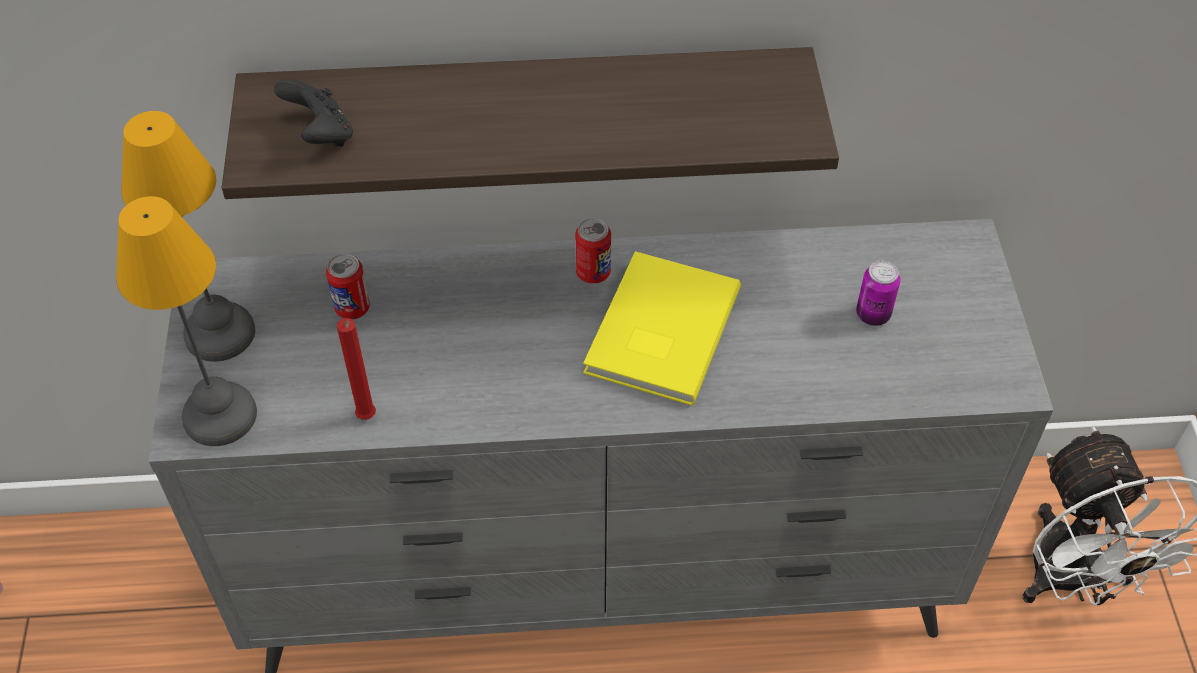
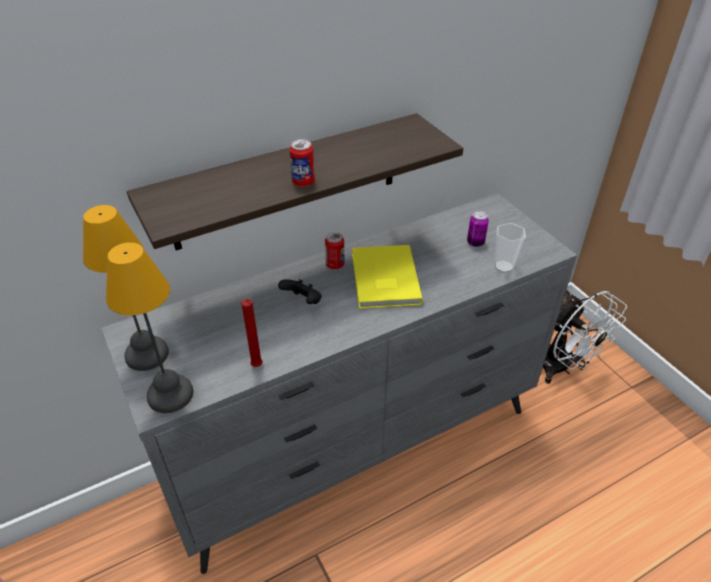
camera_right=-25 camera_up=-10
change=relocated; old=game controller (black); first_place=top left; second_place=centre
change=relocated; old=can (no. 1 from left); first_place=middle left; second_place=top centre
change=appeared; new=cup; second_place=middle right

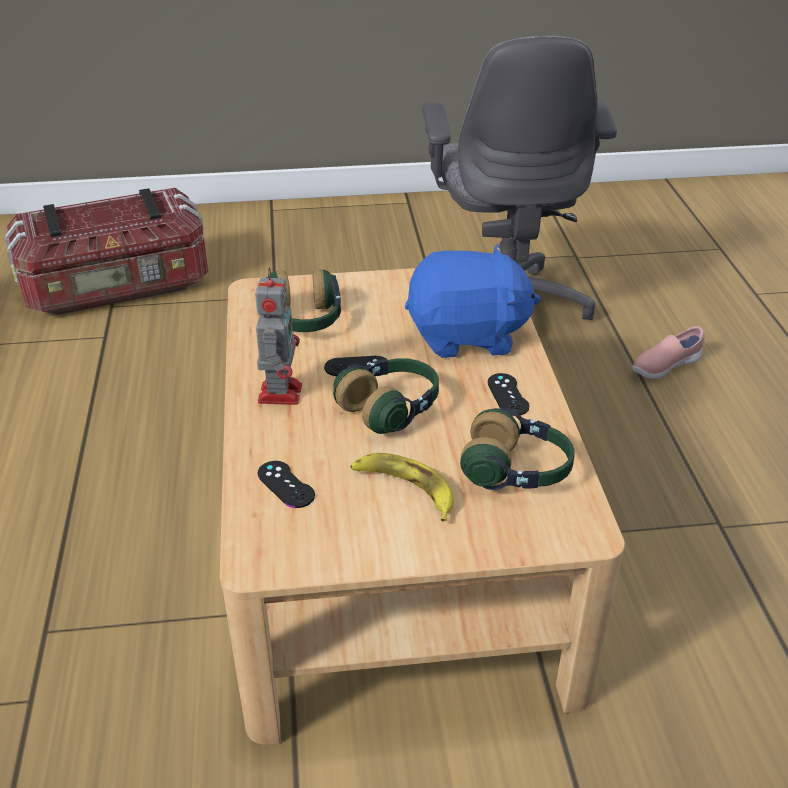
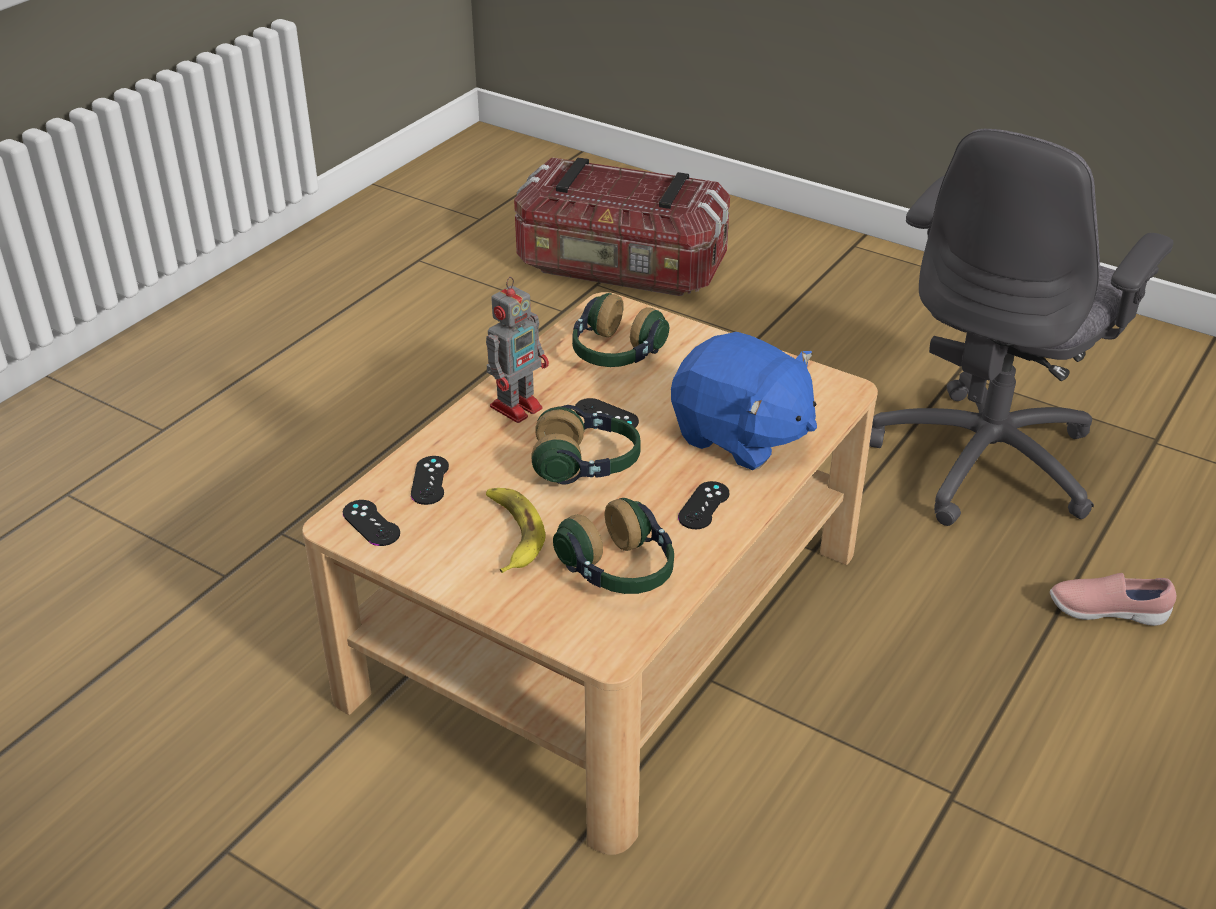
camera_right=40 camera_up=0
change=appeared; new=game controller (black) (no. 1 from left); second_place=middle left

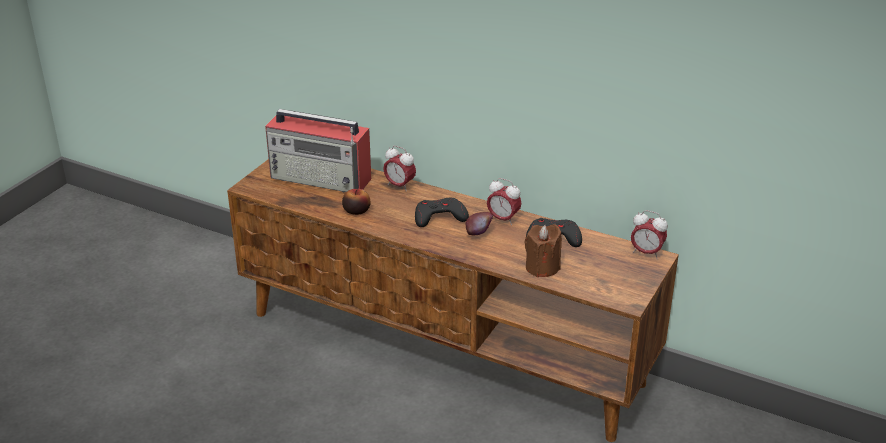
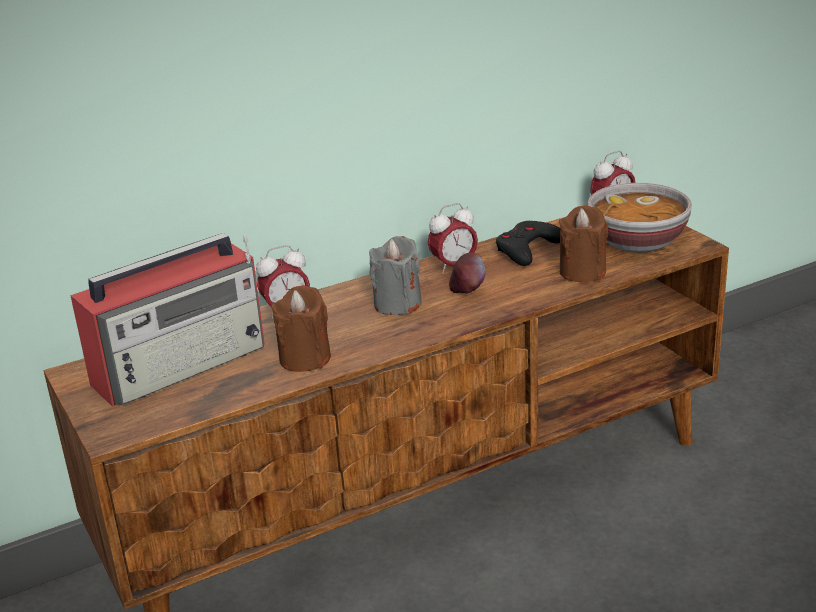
camera_right=-55 camera_up=-5
change=exchanged; old=apple (no. 1 from left); new=candle (brown) (no. 1 from left); first_place=centre; second_place=centre
change=exchanged; old=game controller (black) (no. 1 from left); new=candle (grey); first_place=centre; second_place=centre
change=appeared; new=bowl; second_place=middle right

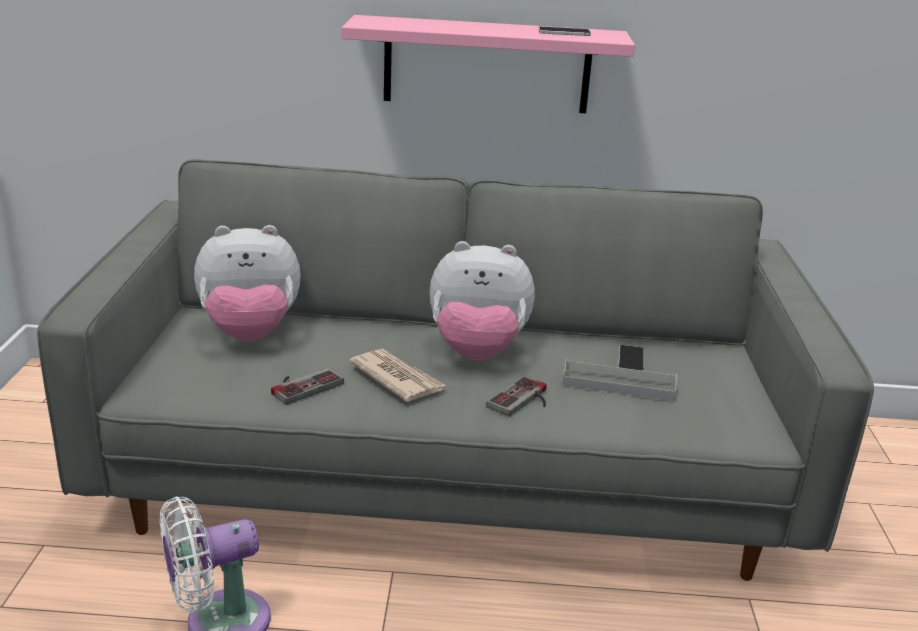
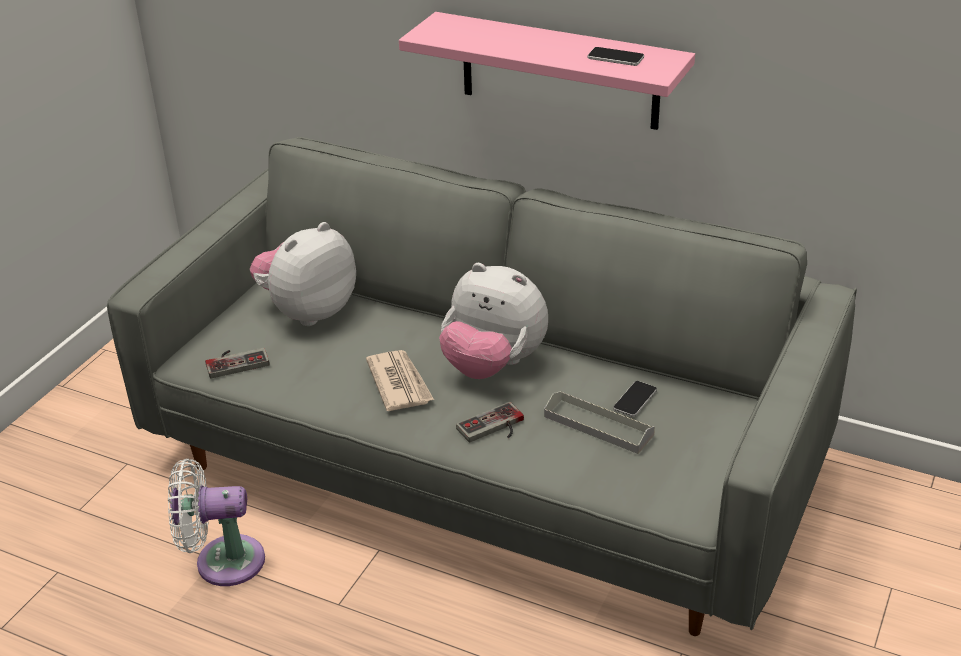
camera_right=25 camera_up=10
change=spun; old=plush toy (no. 1 from left); first_place=middle left; second_place=middle left; degrees=120
change=relocated; old=game controller (no. 1 from left); first_place=centre; second_place=middle left

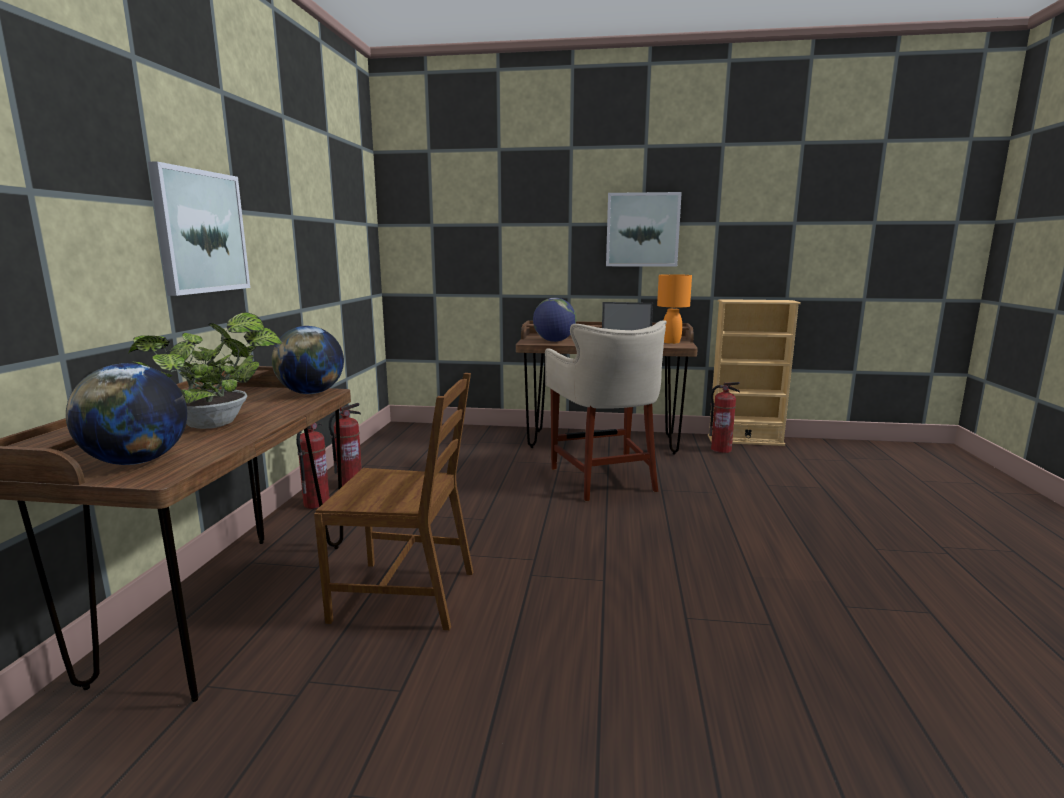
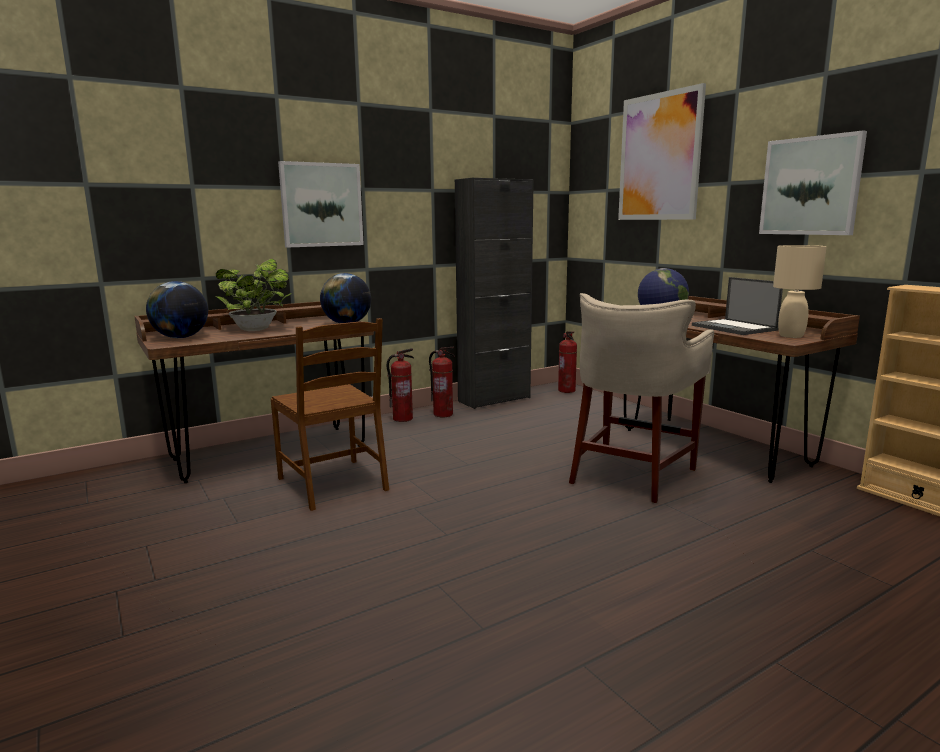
camera_right=50 camera_up=0
change=colour; old=table lamp (orange); new=table lamp (beige); first_place=centre; second_place=middle right
change=relocated; old=fire extinguisher (no. 3 from left); first_place=middle right; second_place=centre
change=appeared; new=cabinet (black); second_place=centre
change=appeared; new=picture (no. 2 from left); second_place=top right

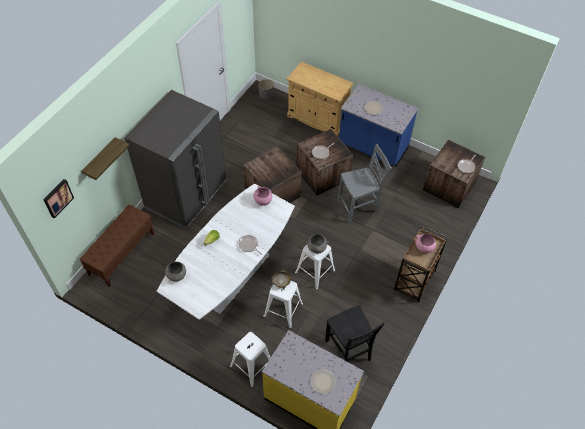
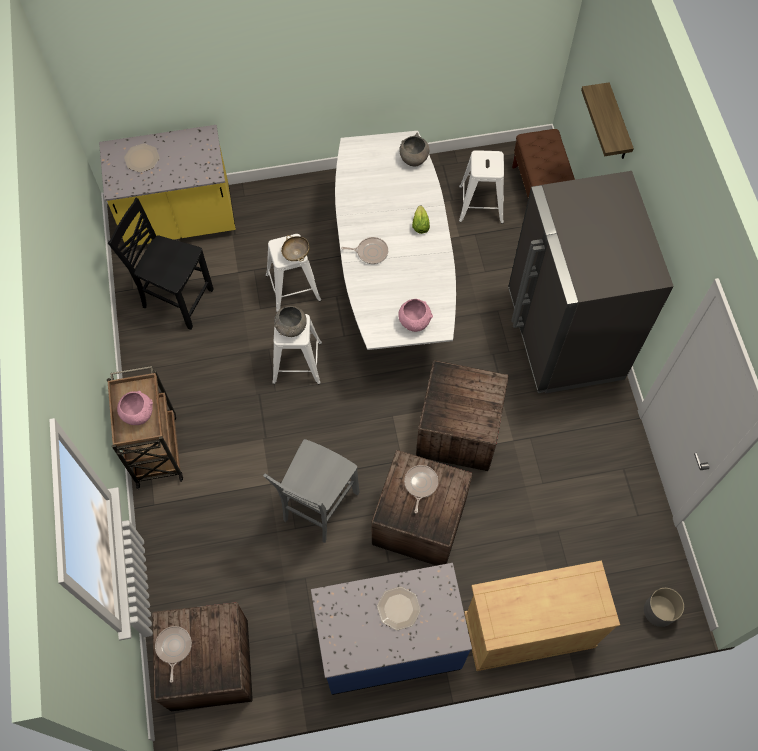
camera_right=140 camera_up=10
change=missing; old=picture; first_place=middle left
change=relocated; old=stool (white) (no. 1 from left in the first image); new=stool (white) (no. 3 from left); first_place=bottom centre; second_place=top centre

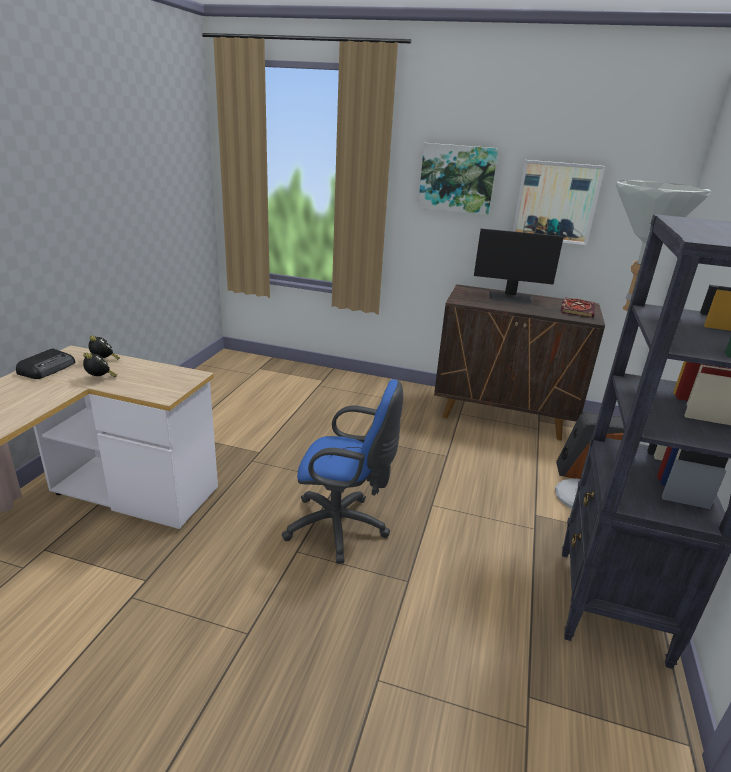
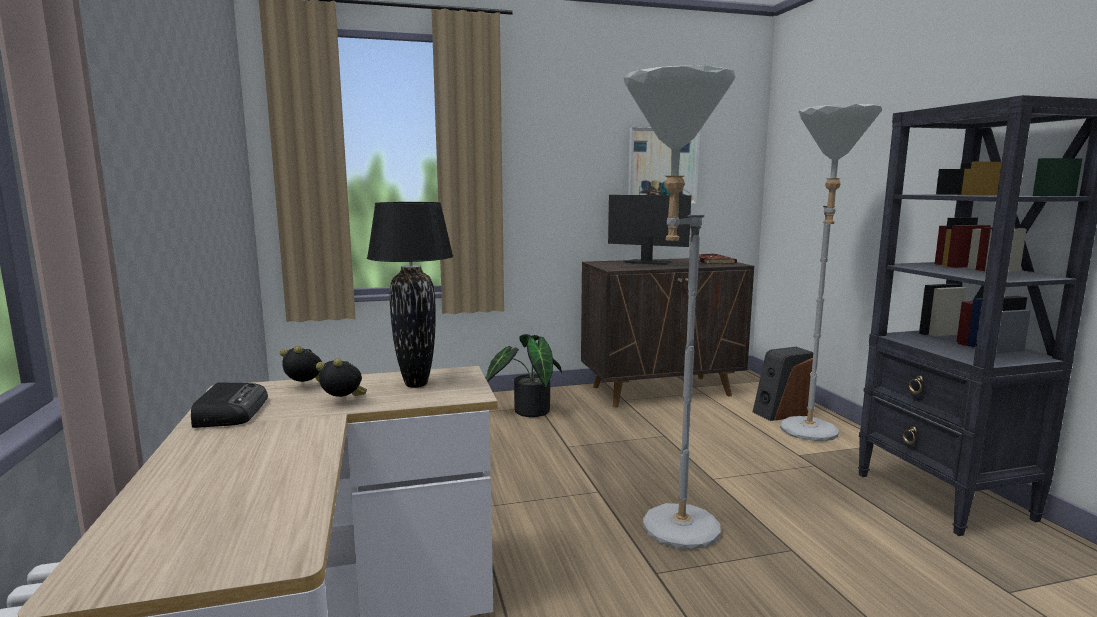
camera_right=-30 camera_up=-15
change=exchanged; old=office chair (blue); new=floor lamp (grey) (no. 1 from left); first_place=centre; second_place=centre
change=missing; old=picture (no. 1 from left); first_place=top centre
change=spun; old=monitor; first_place=middle right; second_place=centre; degrees=-135
change=appeared; new=table lamp (black); second_place=centre
change=appeared; new=potted plant; second_place=centre

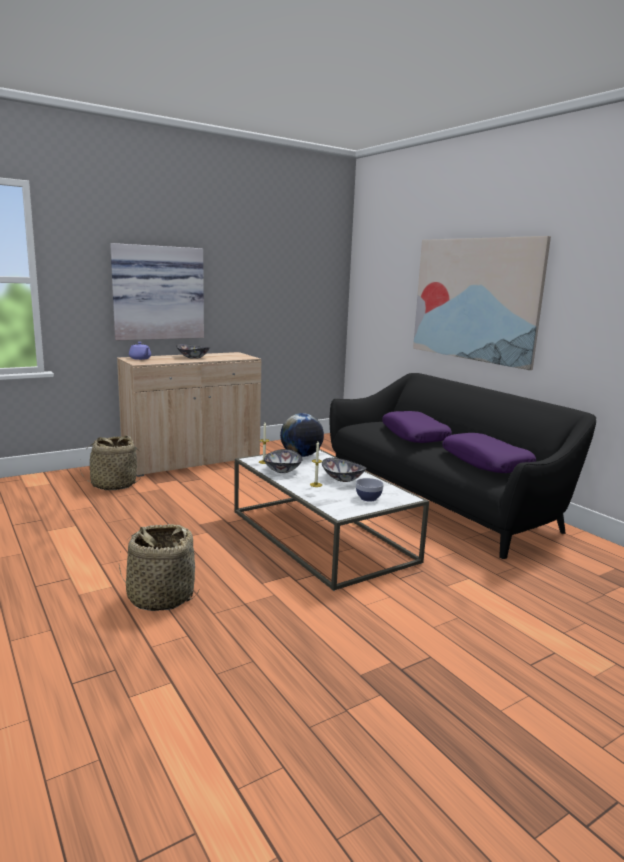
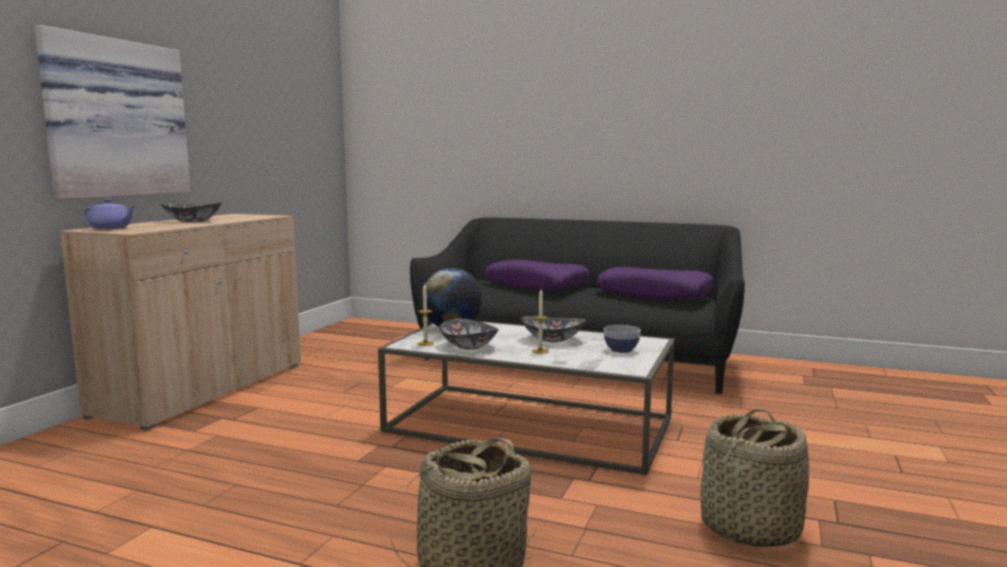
camera_right=-35 camera_up=-5
change=relocated; old=basket (no. 1 from left in the first image); new=basket (no. 2 from left); first_place=middle left; second_place=bottom right
change=missing; old=picture (no. 2 from left); first_place=middle right

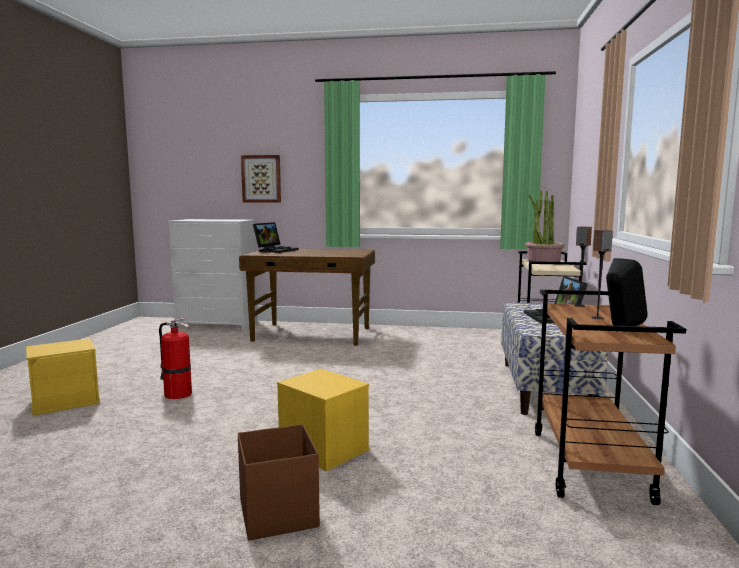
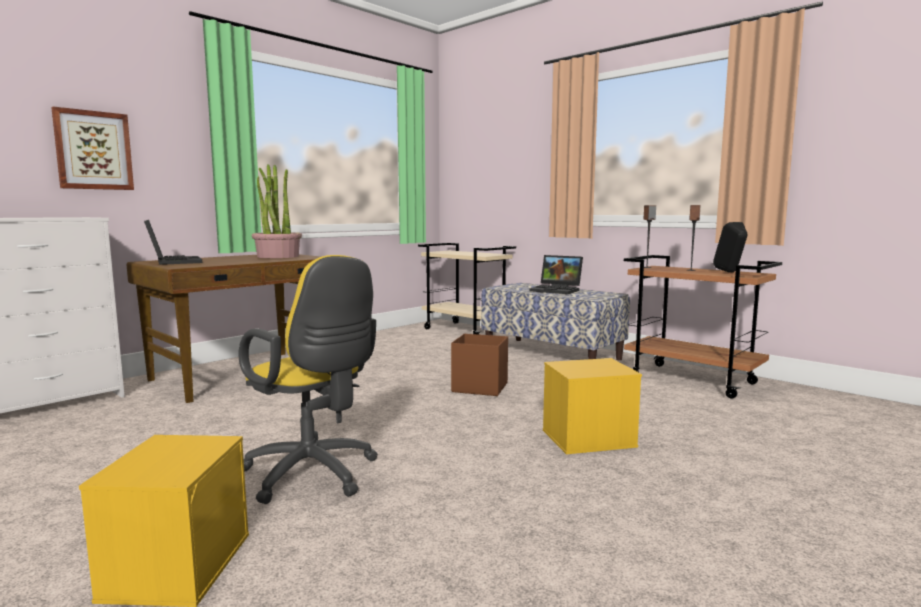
camera_right=-55 camera_up=0
change=exchanged; old=fire extinguisher; new=office chair (yellow); first_place=middle left; second_place=centre
change=relocated; old=storage box (brown); first_place=bottom centre; second_place=centre
change=relocated; old=potted plant; first_place=middle right; second_place=middle left

